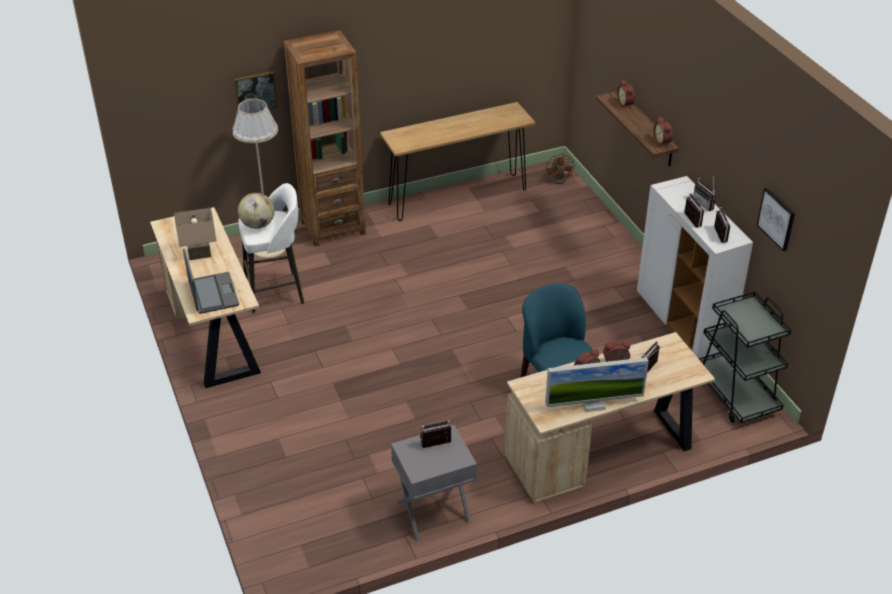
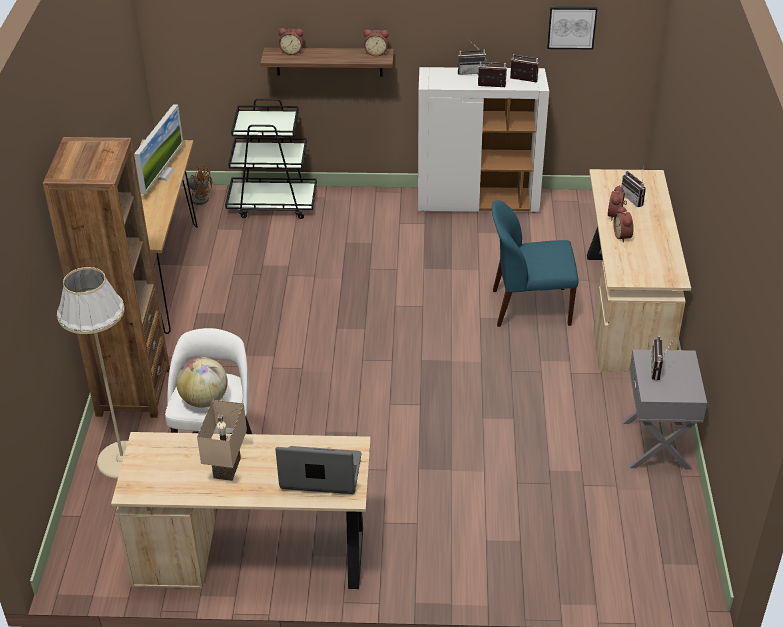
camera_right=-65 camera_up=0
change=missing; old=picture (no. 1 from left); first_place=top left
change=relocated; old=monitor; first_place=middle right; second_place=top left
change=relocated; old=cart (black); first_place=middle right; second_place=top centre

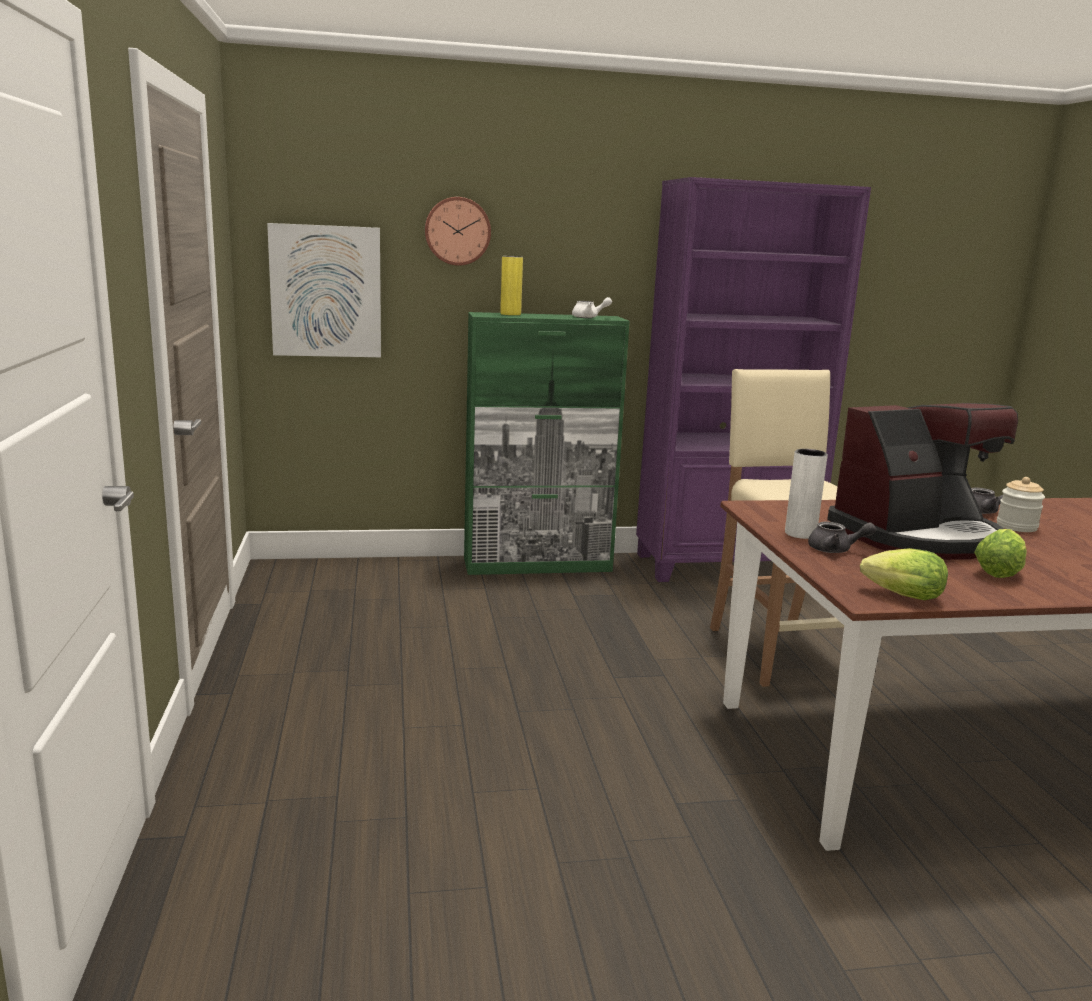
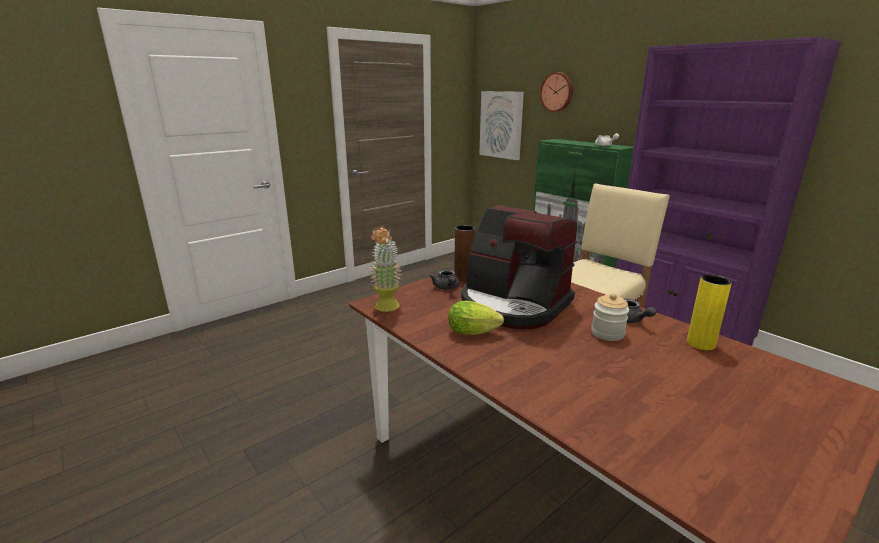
camera_right=60 camera_up=5
change=relocated; old=vase (yellow); first_place=top centre; second_place=middle right
change=colour; old=vase (white); new=vase (brown); first_place=middle right; second_place=centre
change=exchanged; old=lettuce (no. 1 from left); new=potted plant; first_place=middle right; second_place=centre

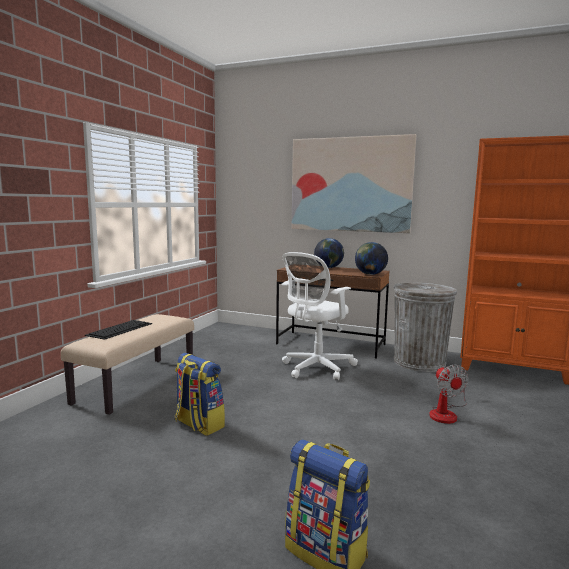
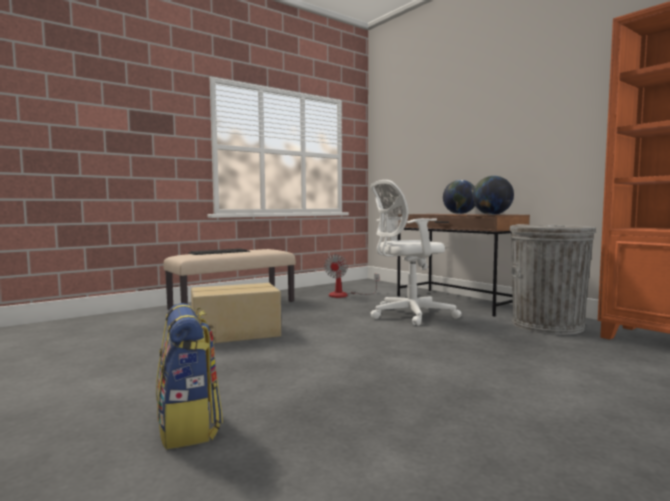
camera_right=30 camera_up=-5
change=exchanged; old=backpack (no. 1 from left); new=cardboard box; first_place=bottom centre; second_place=centre
change=missing; old=picture; first_place=top centre
change=relocated; old=fan; first_place=bottom right; second_place=centre

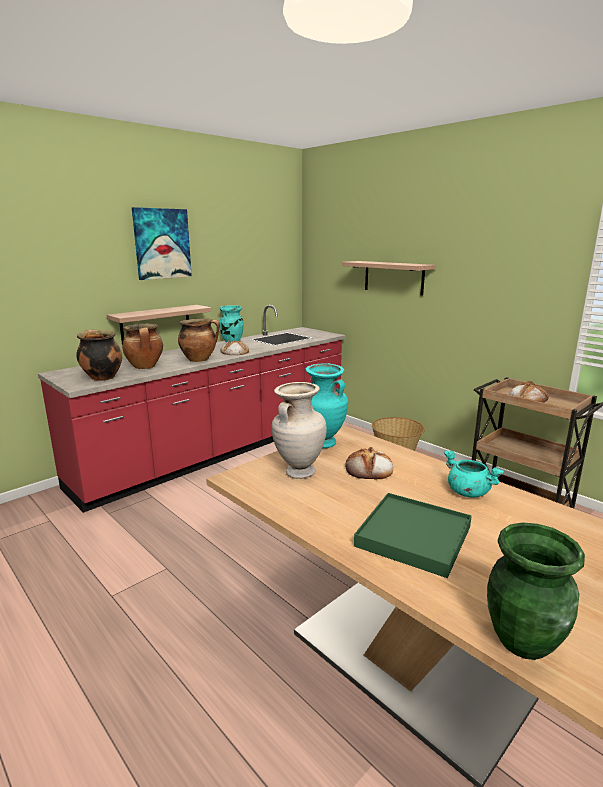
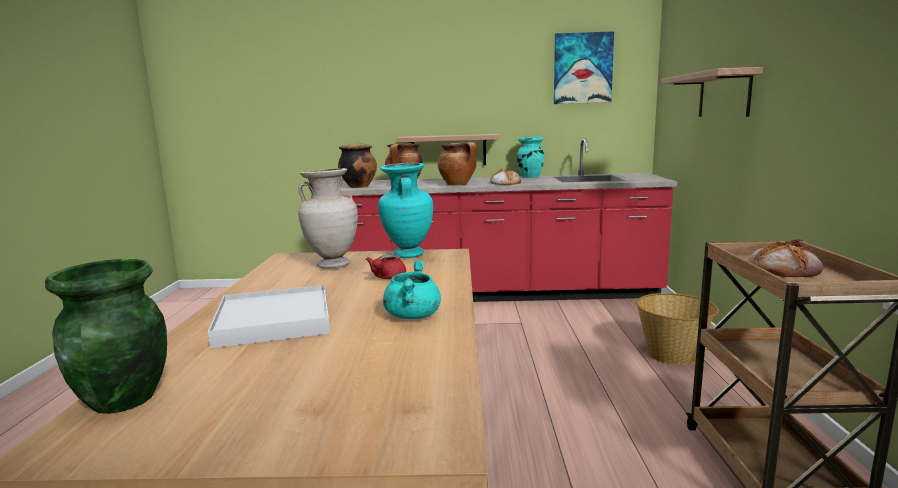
camera_right=45 camera_up=-5
change=relocated; old=picture; first_place=top left; second_place=top centre
change=exchanged; old=bread (no. 2 from left); new=teapot (red); first_place=centre; second_place=centre
change=colour; old=tray (green); new=tray (white); first_place=bottom right; second_place=middle left

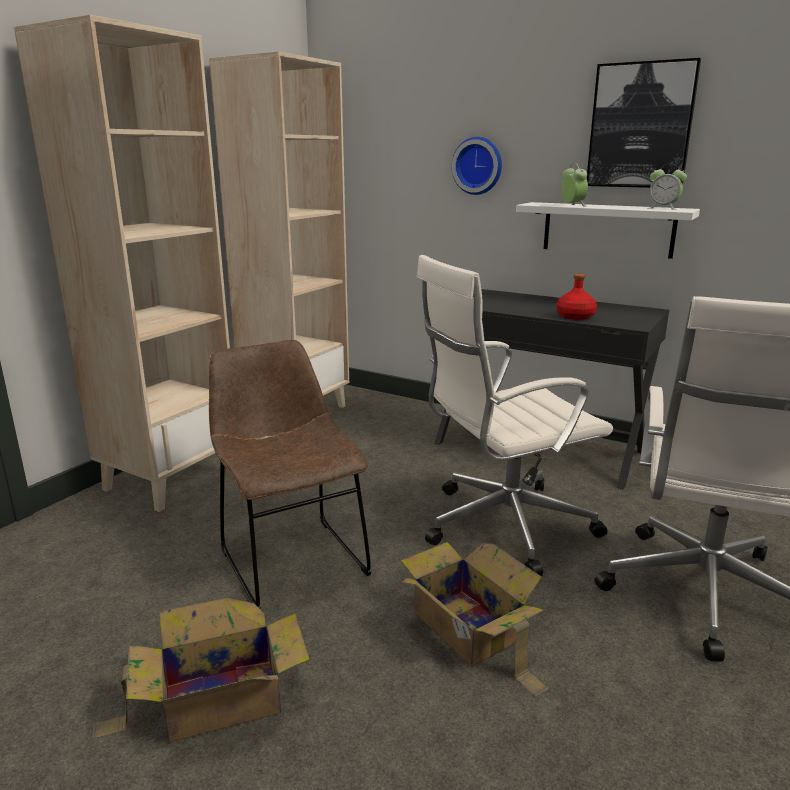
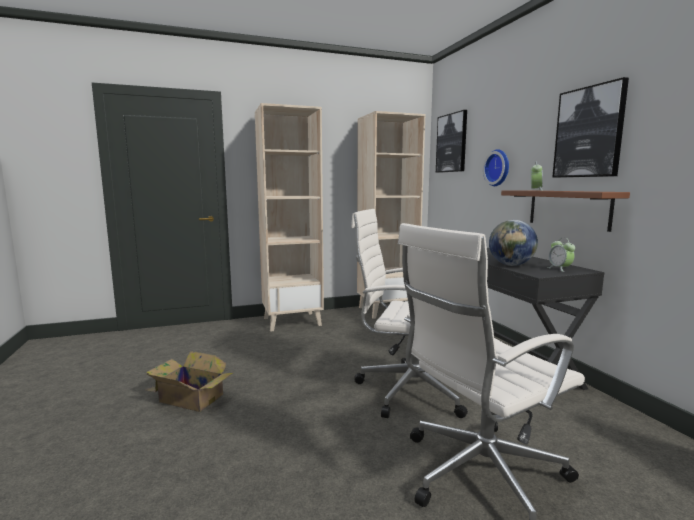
camera_right=40 camera_up=-10
change=missing; old=chair (brown); first_place=centre
change=missing; old=cardboard box (no. 2 from left); first_place=bottom centre
change=colour; old=shelf (white); new=shelf (brown); first_place=top right; second_place=middle right
change=exchanged; old=bottle (red); new=globe; first_place=middle right; second_place=middle right
change=relocated; old=alarm clock (no. 2 from left); first_place=top right; second_place=middle right
change=appeared; new=picture (no. 1 from left); second_place=top centre

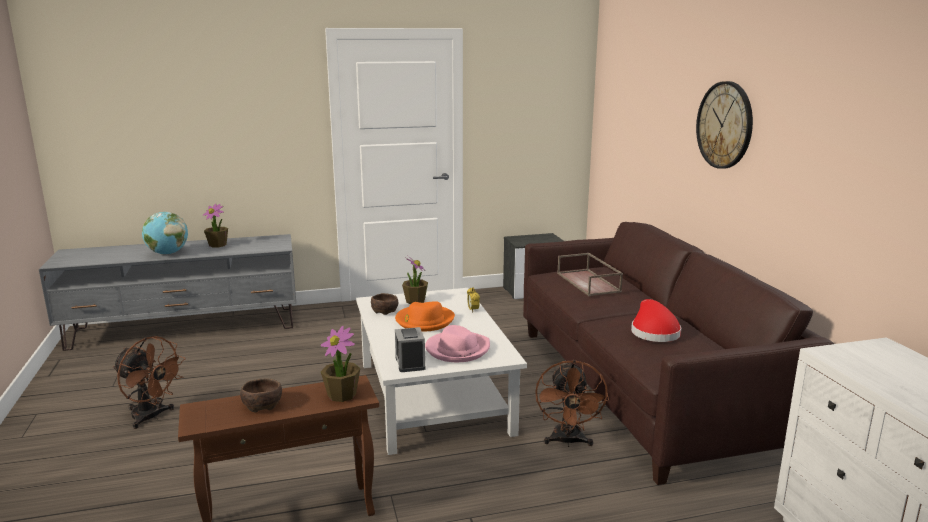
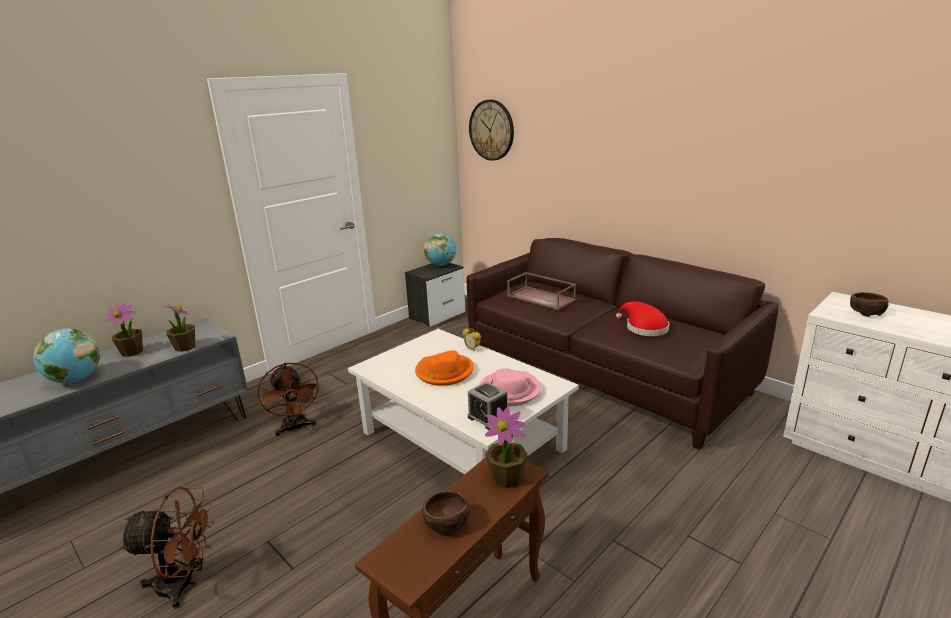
camera_right=-30 camera_up=5
change=relocated; old=bowl (brown) (no. 2 from left); first_place=centre; second_place=middle right
change=relocated; old=potted plant (no. 3 from left in the first image); new=potted plant (no. 2 from left); first_place=centre; second_place=middle left
change=relocated; old=fan (brown) (no. 2 from left); first_place=bottom centre; second_place=middle left
change=relocated; old=wall clock; first_place=top right; second_place=top centre
change=appeared; new=globe (no. 2 from left); second_place=centre

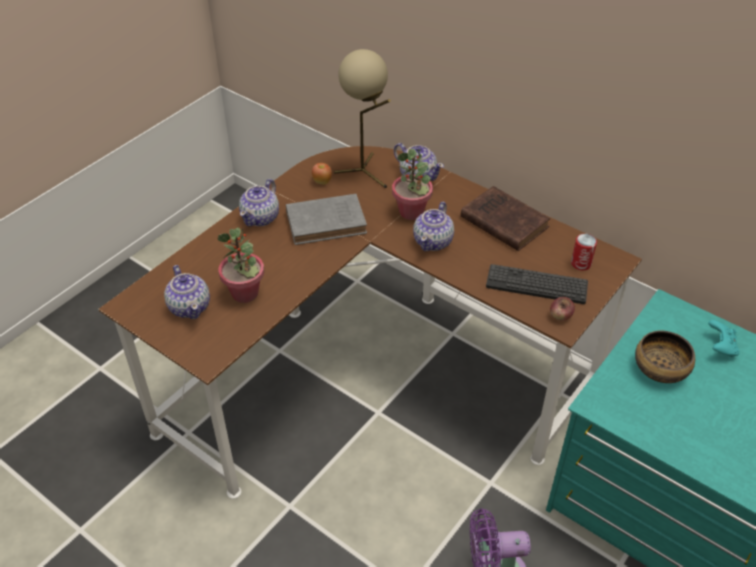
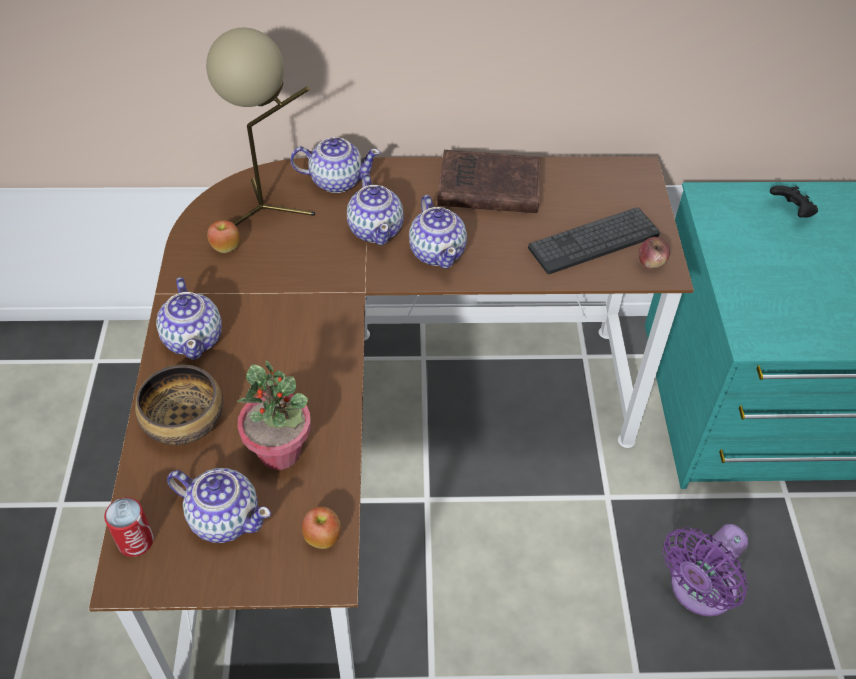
camera_right=-40 camera_up=5
change=missing; old=book (grey); first_place=centre
change=exchanged; old=potted plant (no. 2 from left); new=teapot (no. 4 from left); first_place=top centre; second_place=top centre
change=relocated; old=can; first_place=middle right; second_place=bottom left
change=relocated; old=bowl; first_place=middle right; second_place=middle left
change=colour; old=game controller (turquoise); new=game controller (black); first_place=middle right; second_place=top right
change=appeared; new=apple (no. 2 from left); second_place=bottom centre

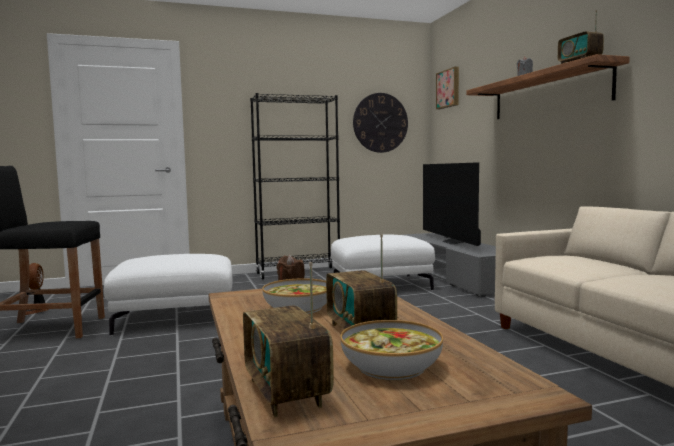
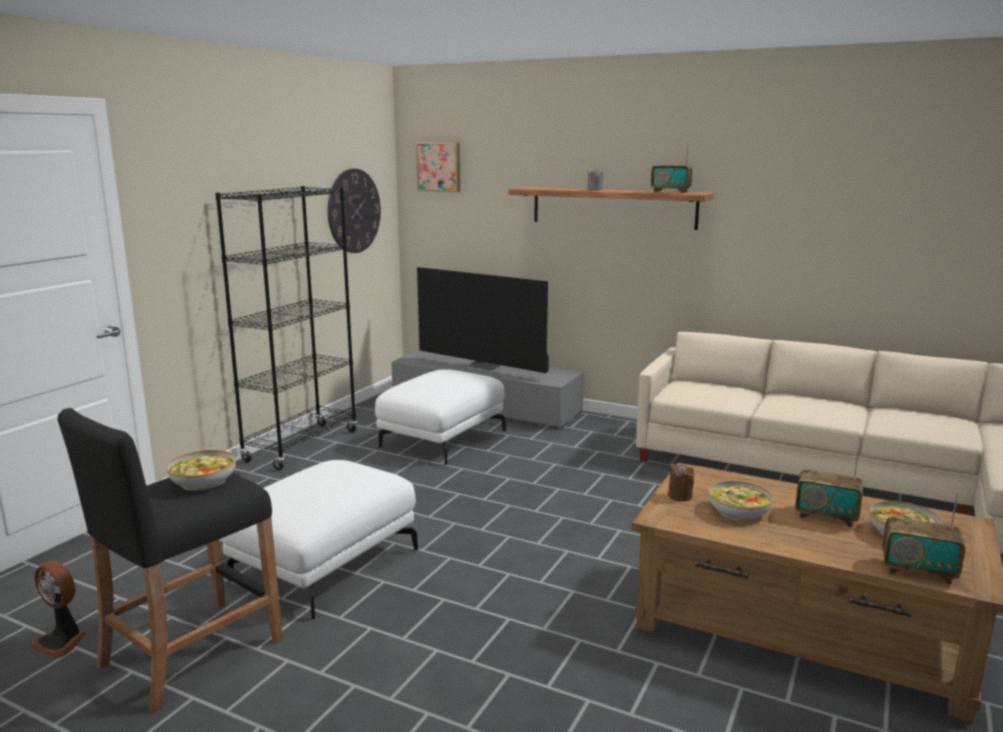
camera_right=-45 camera_up=10
change=appeared; new=bowl (no. 1 from left); second_place=middle left

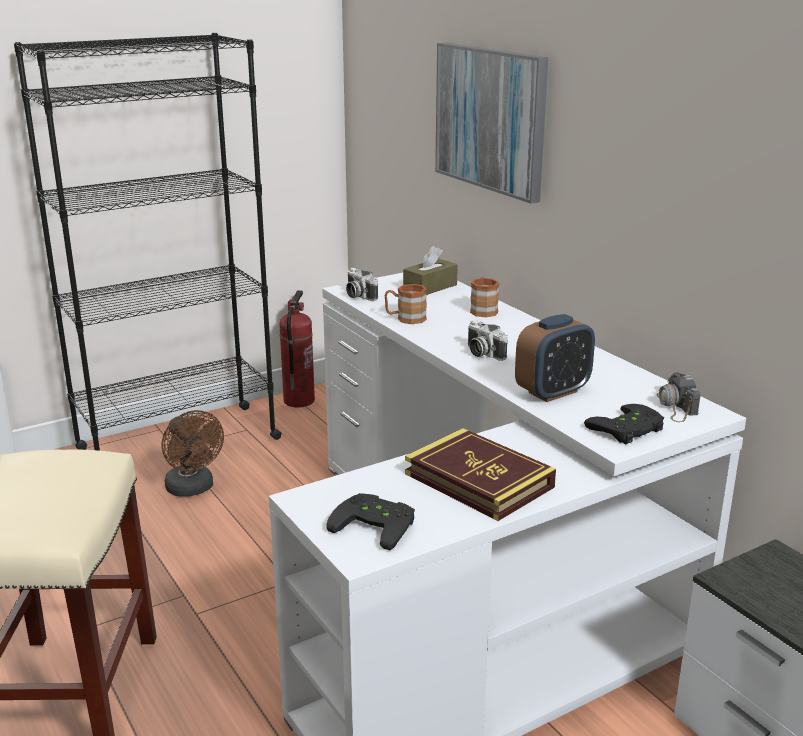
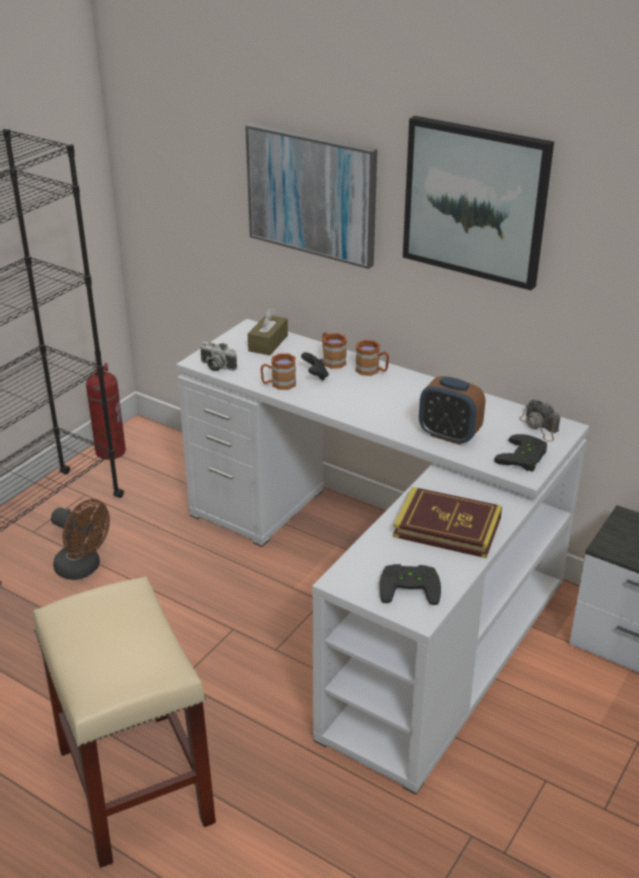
camera_right=-25 camera_up=10
change=missing; old=photo camera (no. 2 from left); first_place=centre
change=spun; old=alarm clock; first_place=middle right; second_place=middle right; degrees=90
change=appeared; new=game controller (black) (no. 1 from left); second_place=centre
change=appeared; new=mug (brown) (no. 3 from left); second_place=centre
change=appeared; new=picture (no. 2 from left); second_place=top right

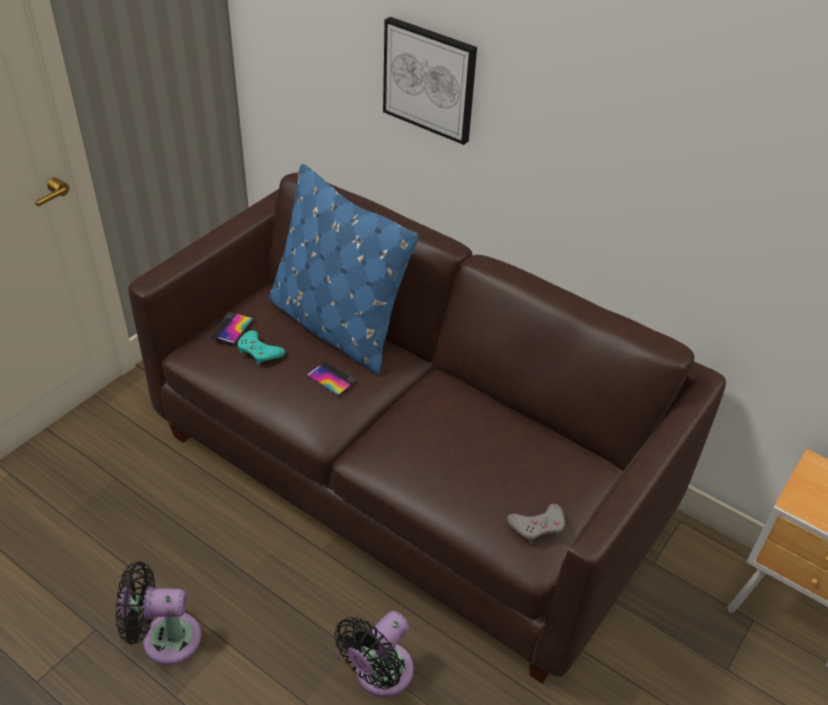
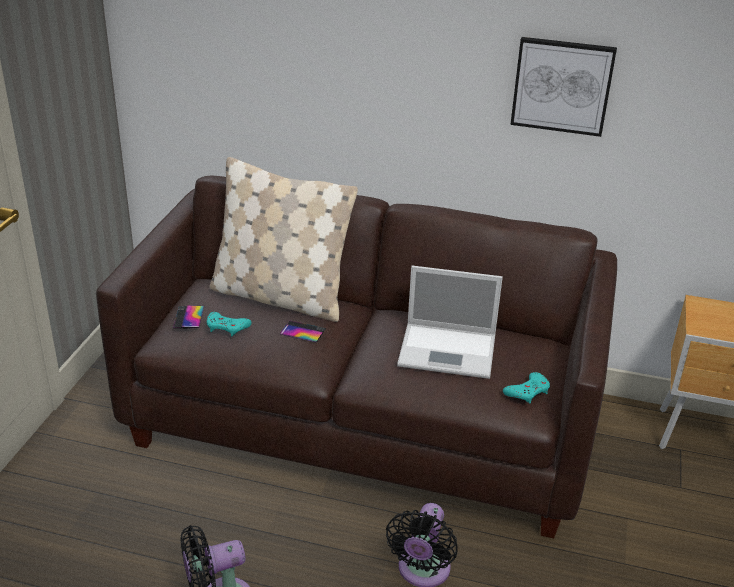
camera_right=-20 camera_up=-10
change=colour; old=pillow (blue); new=pillow (beige); first_place=centre; second_place=centre
change=relocated; old=picture; first_place=top centre; second_place=top right
change=colour; old=game controller (grey); new=game controller (turquoise) (no. 2 from left); first_place=bottom centre; second_place=middle right
change=appeared; new=laptop; second_place=centre

